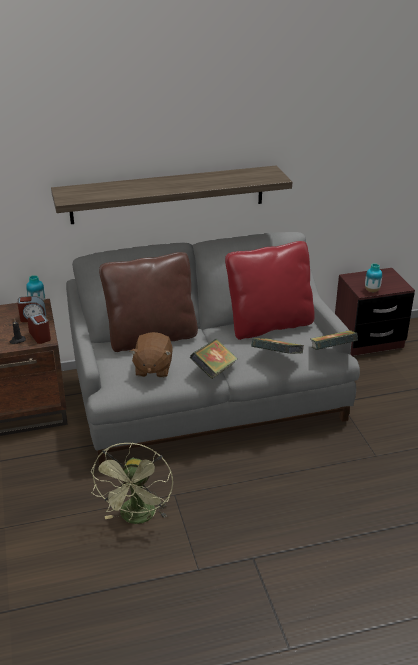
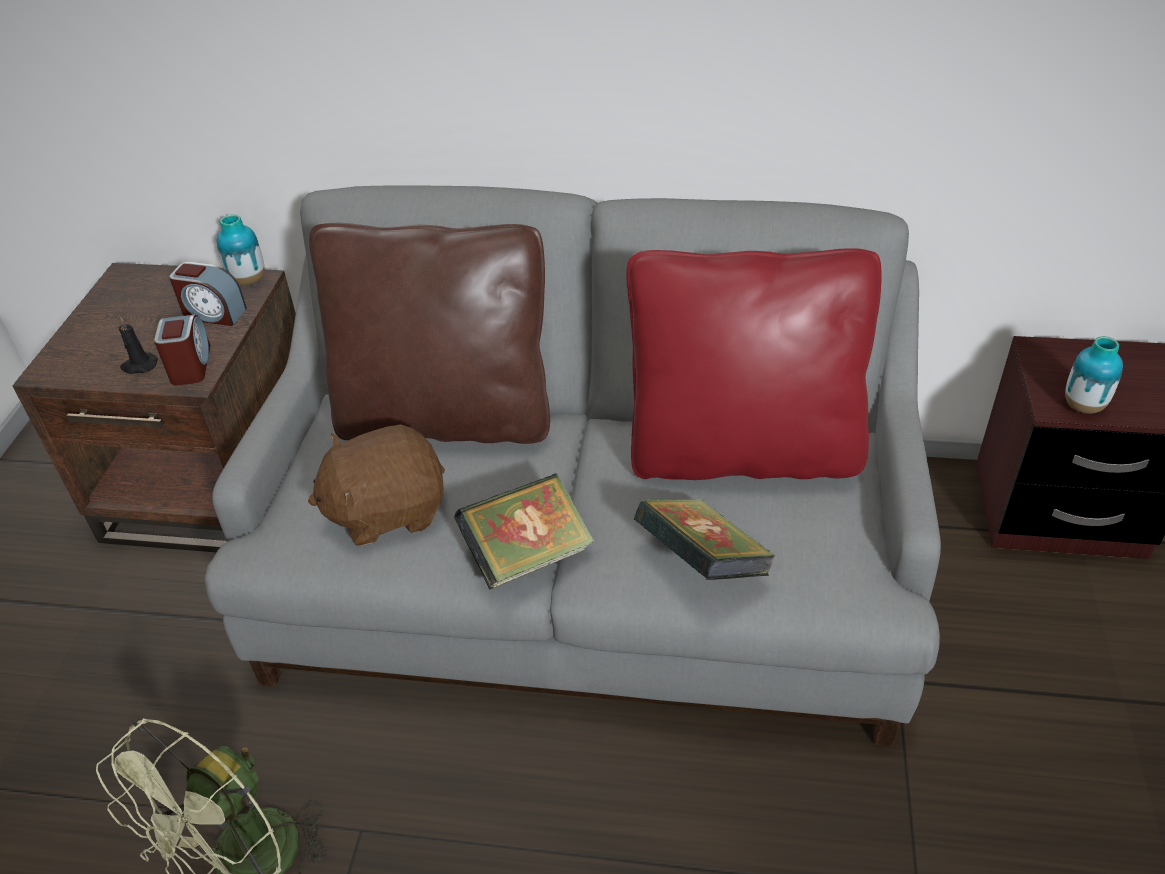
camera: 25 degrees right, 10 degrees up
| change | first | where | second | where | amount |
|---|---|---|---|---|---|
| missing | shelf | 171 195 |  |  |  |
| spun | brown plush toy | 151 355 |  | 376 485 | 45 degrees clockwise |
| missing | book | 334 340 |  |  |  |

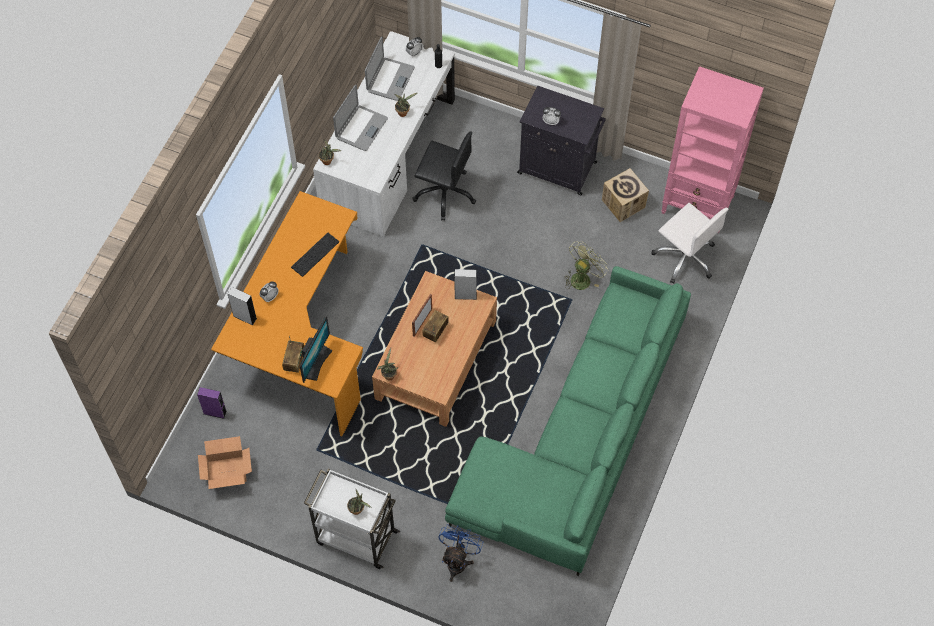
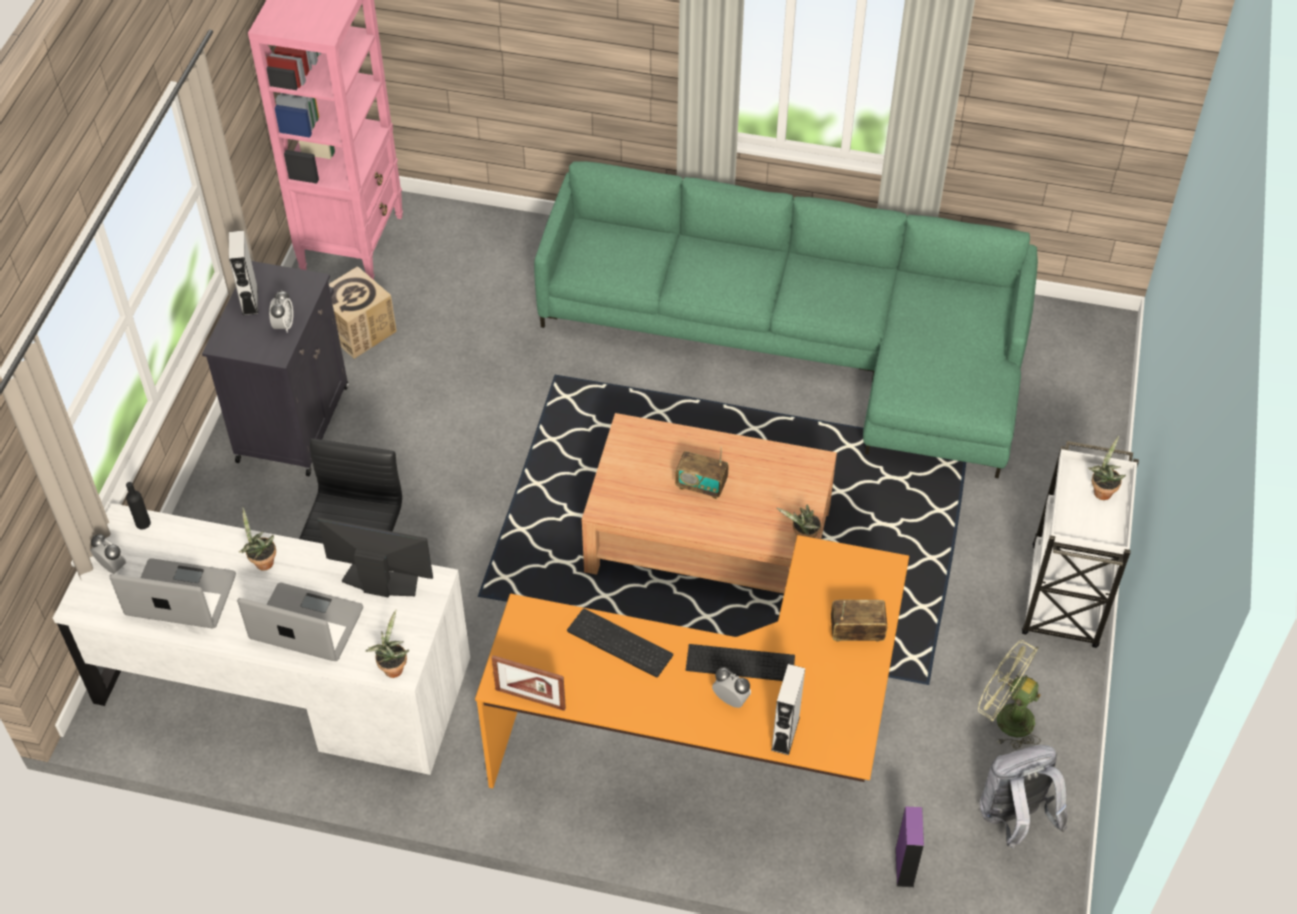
camera: 100 degrees left, 10 degrees down
| change | first | where | second | where | amount |
|---|---|---|---|---|---|
| exchanged | cardboard box | 225 462 | grey backpack | 1023 797 |  |
| relocated | monitor | 316 350 |  | 375 557 |  |
| relocated | picture frame | 422 315 |  | 529 683 |  |
| missing | blue fan | 460 553 |  |  |  |
| relocated | grey speaker | 465 284 |  | 243 273 |  |
| relocated | green fan | 586 265 |  | 1009 694 |  |
| missing | white office chair | 689 243 |  |  |  |
| appeared |  |  | keyboard | 740 662 |  |

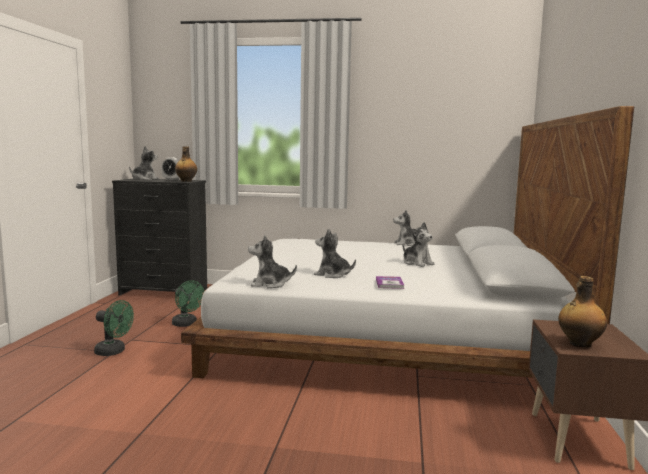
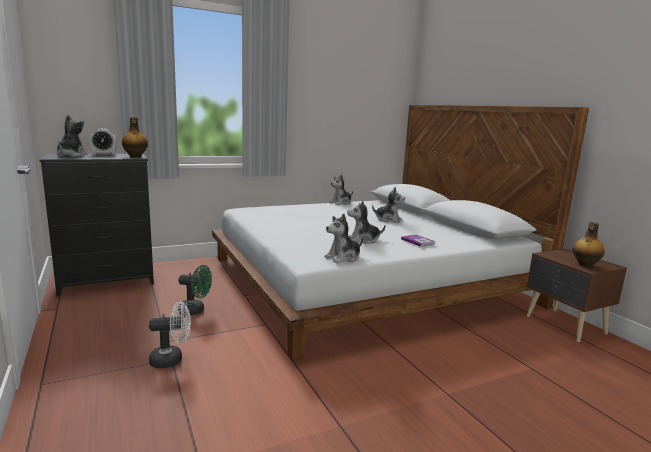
camera: 35 degrees left, 5 degrees up
| change | first | where | second | where | amount |
|---|---|---|---|---|---|
| colour | green fan | 114 328 | white fan | 170 335 |  |

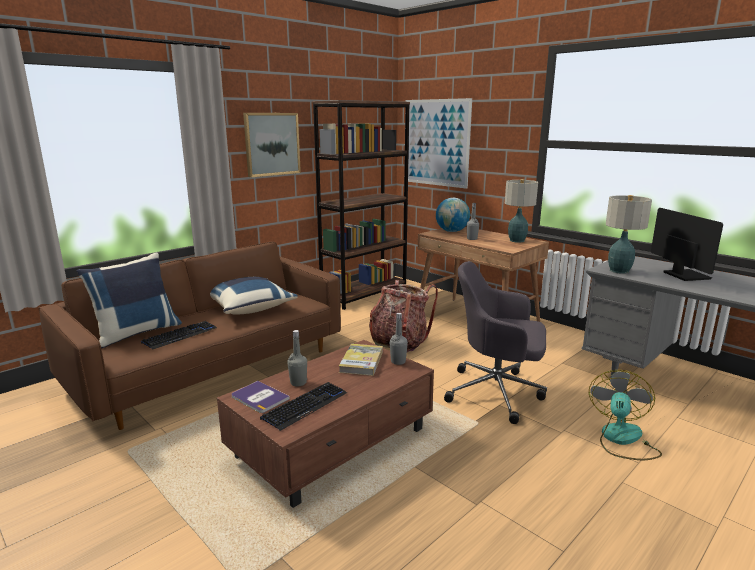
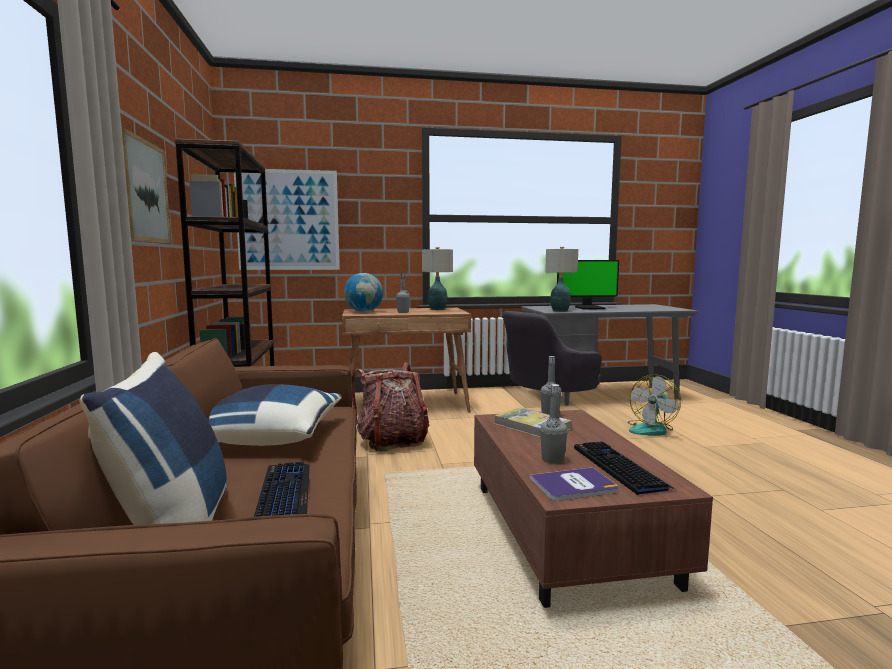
camera: 55 degrees left, 10 degrees down
| change | first | where | second | where | amount |
|---|---|---|---|---|---|
| spun | fan | 625 415 |  | 654 405 | 105 degrees counterclockwise |
| spun | monitor | 687 244 |  | 588 285 | 150 degrees clockwise |

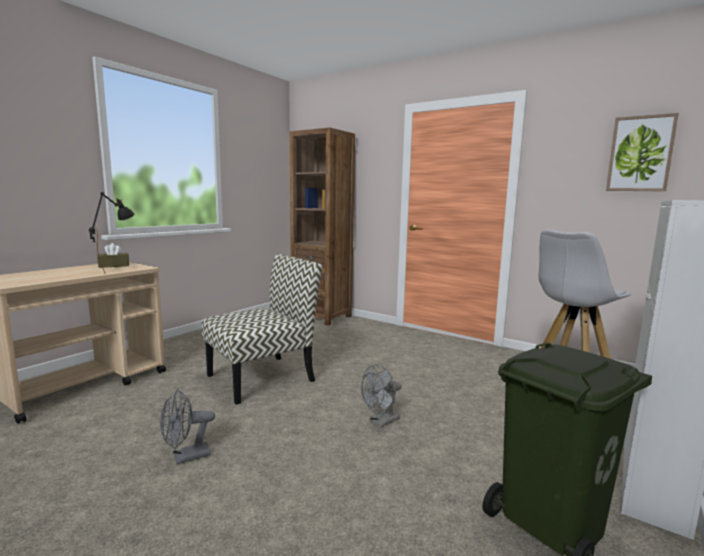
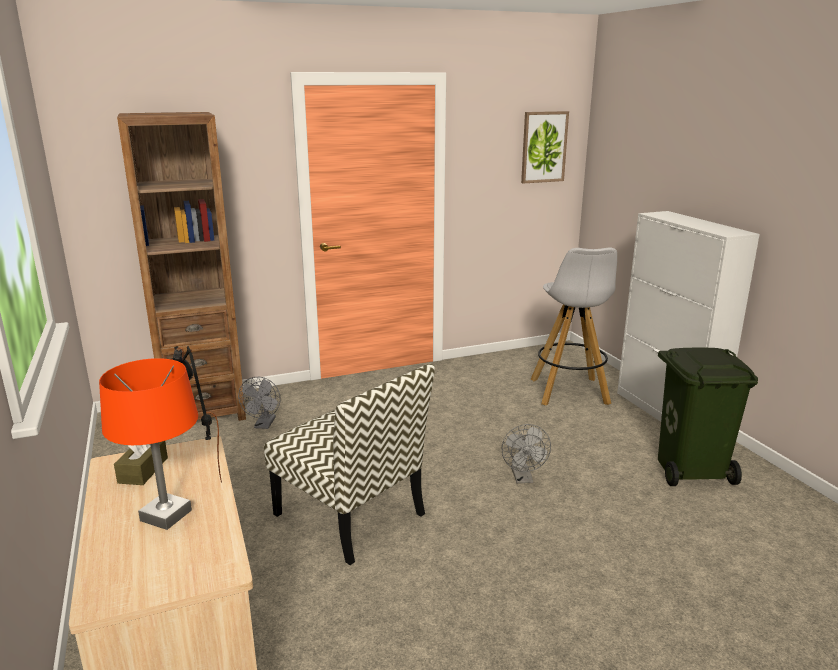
camera: 55 degrees left, 10 degrees up
| change | first | where | second | where | amount |
|---|---|---|---|---|---|
| relocated | grey fan | 187 427 |  | 259 403 |  |
| spun | chair | 262 329 |  | 349 464 | 135 degrees clockwise |
| appeared |  |  | orange table lamp | 148 444 |  |

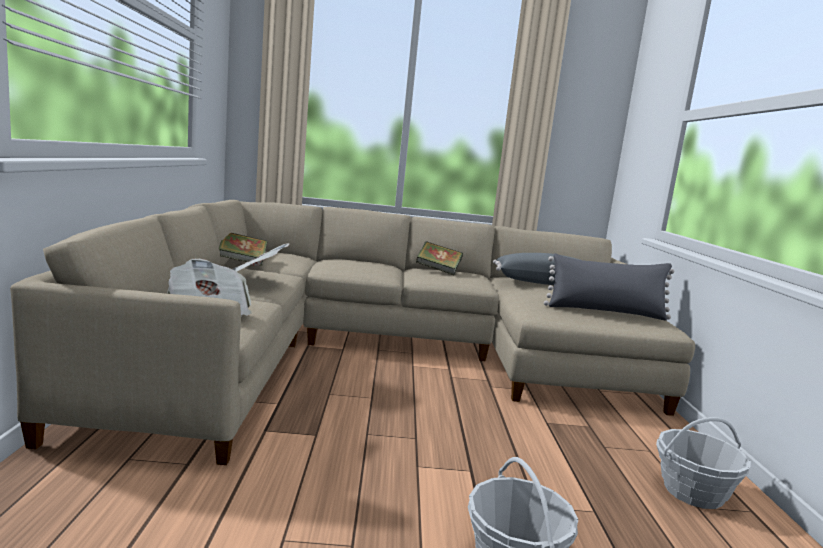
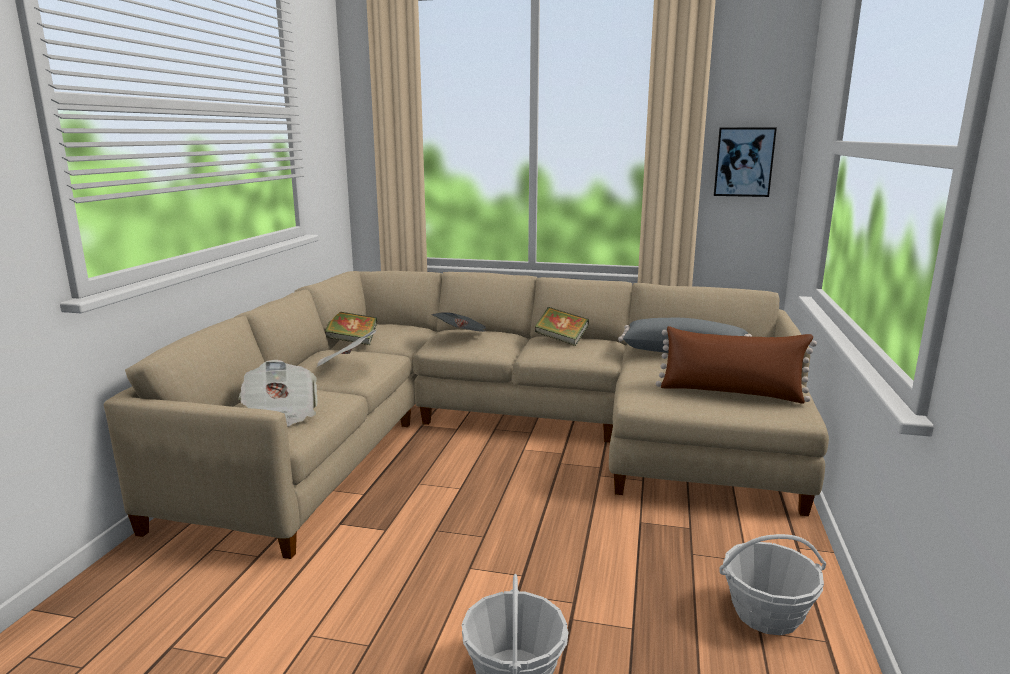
camera: 15 degrees right, 5 degrees up
| change | first | where | second | where | amount |
|---|---|---|---|---|---|
| colour | grey pillow | 609 287 | brown pillow | 736 365 |  |
| appeared |  |  | newspaper | 458 322 |  |
| appeared |  |  | picture | 745 162 |  |

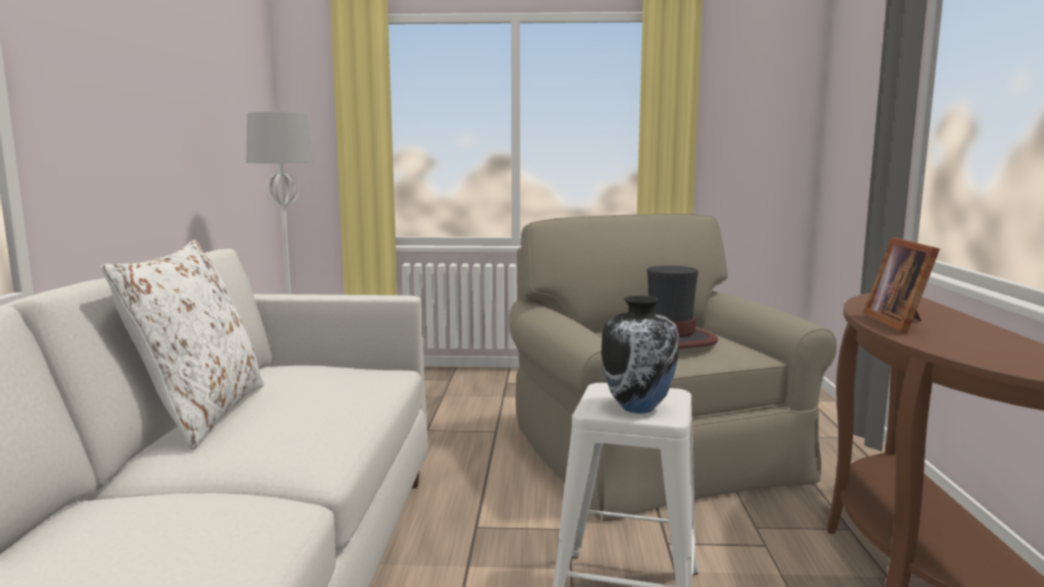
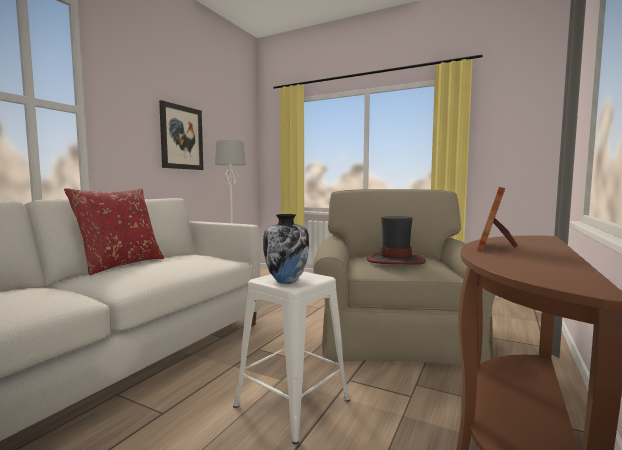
camera: 25 degrees right, 5 degrees down
| change | first | where | second | where | amount |
|---|---|---|---|---|---|
| colour | white pillow | 182 345 | red pillow | 114 231 |  |
| appeared |  |  | picture | 181 135 |  |

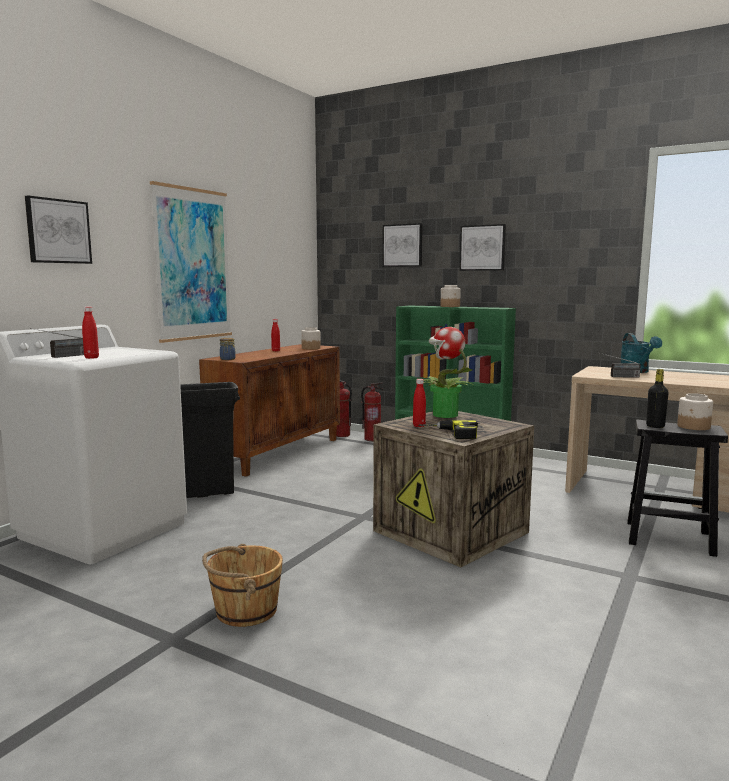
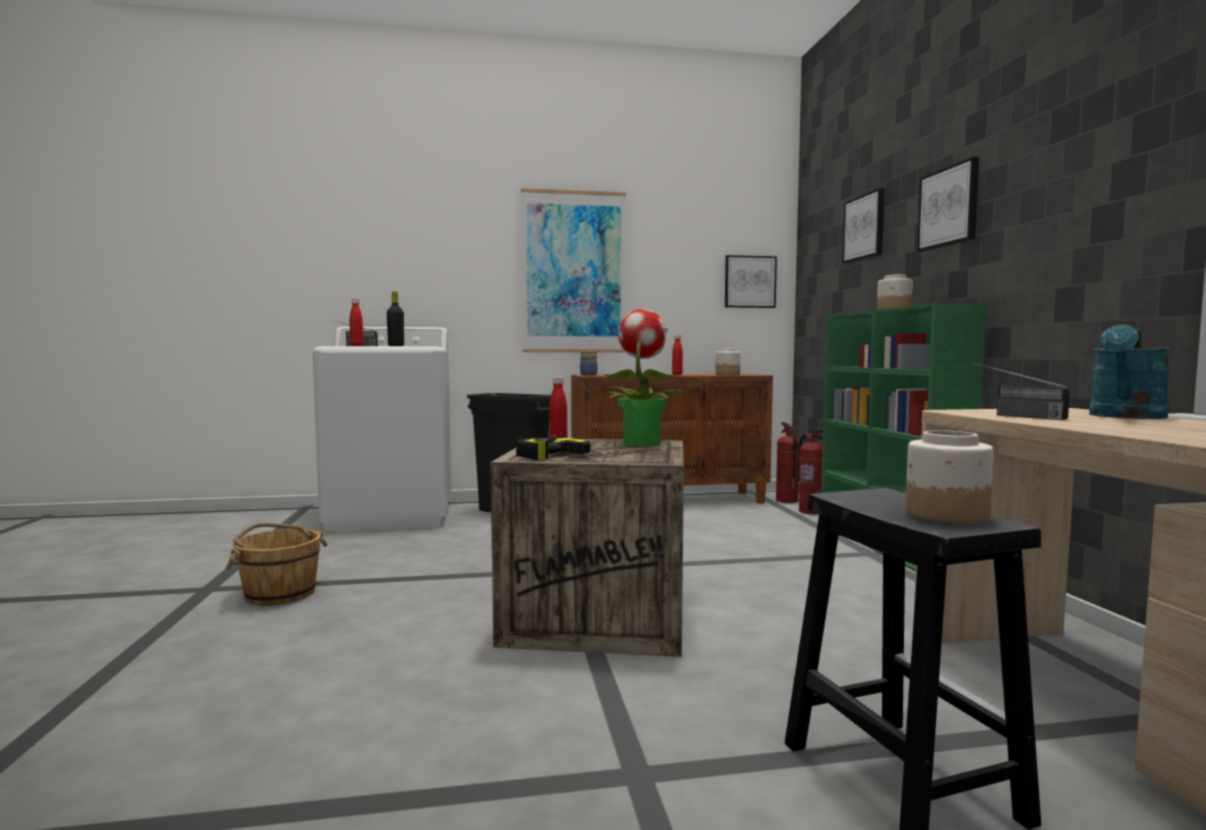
camera: 50 degrees right, 5 degrees down
| change | first | where | second | where | amount |
|---|---|---|---|---|---|
| relocated | picture | 58 229 |  | 751 281 |  |
| relocated | black bottle | 657 398 |  | 395 318 |  |

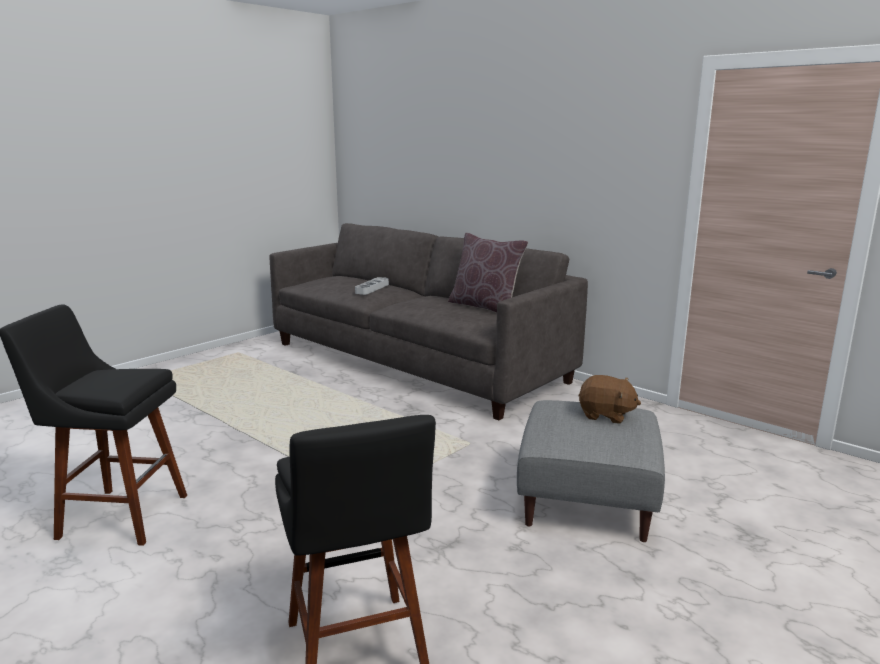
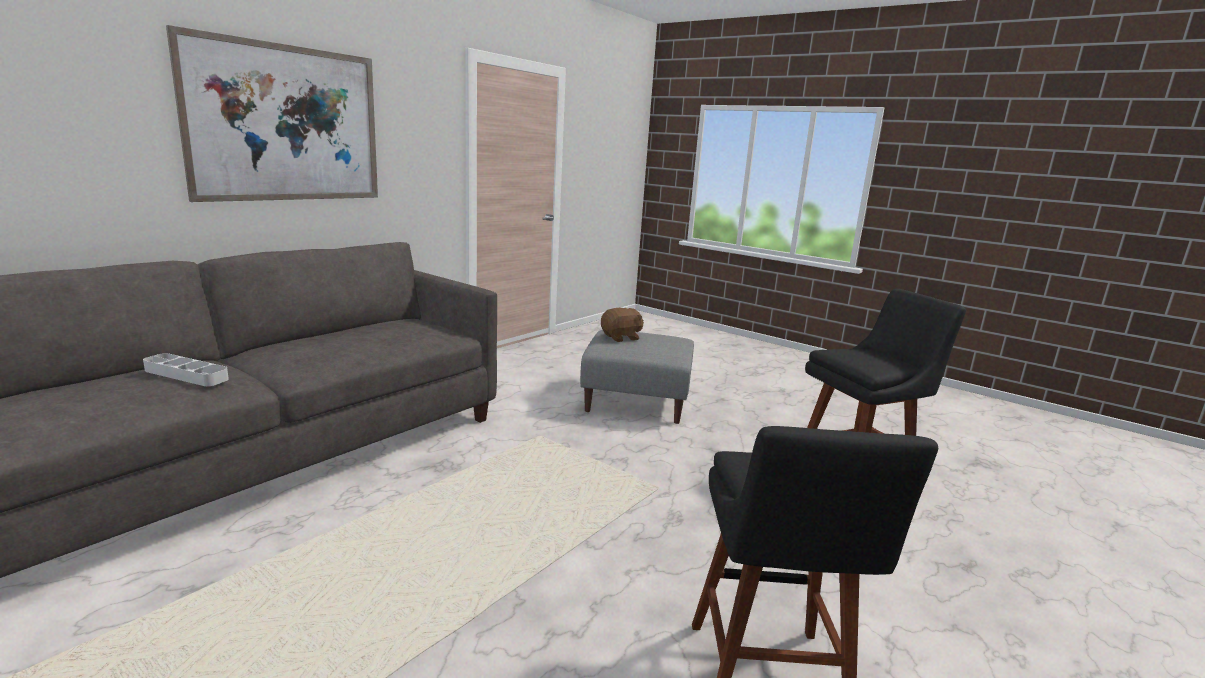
camera: 95 degrees left, 0 degrees up
| change | first | where | second | where | amount |
|---|---|---|---|---|---|
| missing | brown pillow | 488 273 |  |  |  |
| spun | brown plush toy | 609 399 |  | 622 325 | 45 degrees clockwise |
| appeared |  |  | picture | 272 113 |  |

